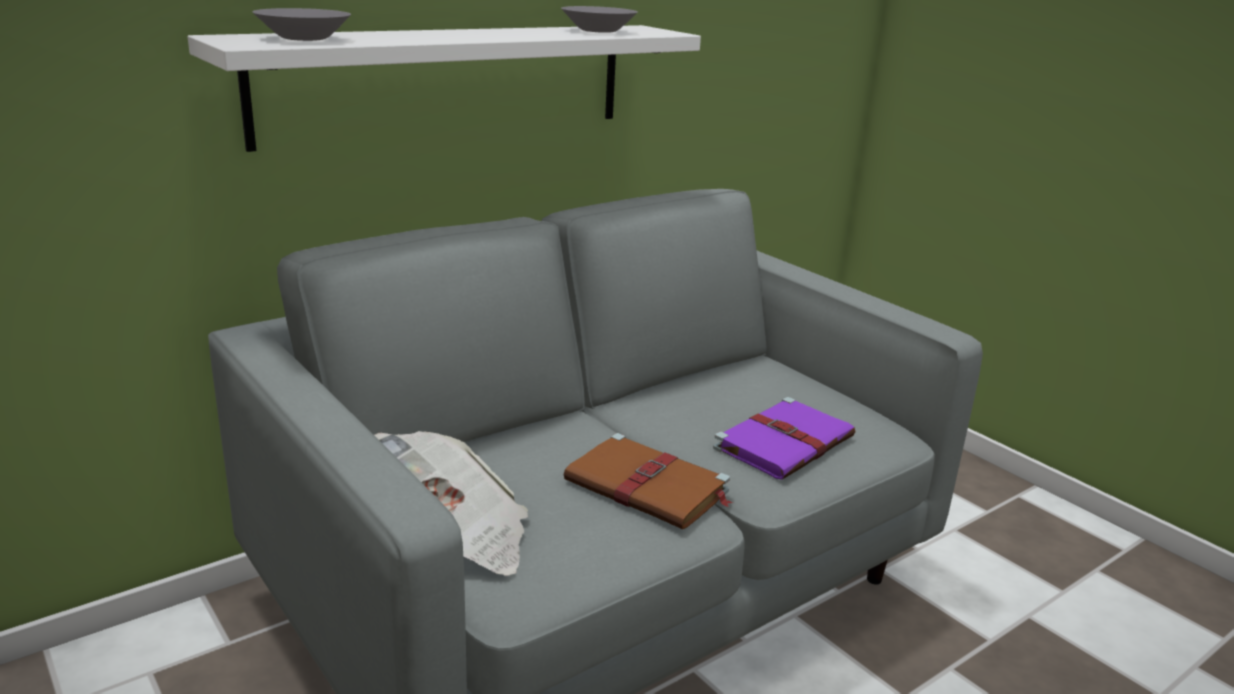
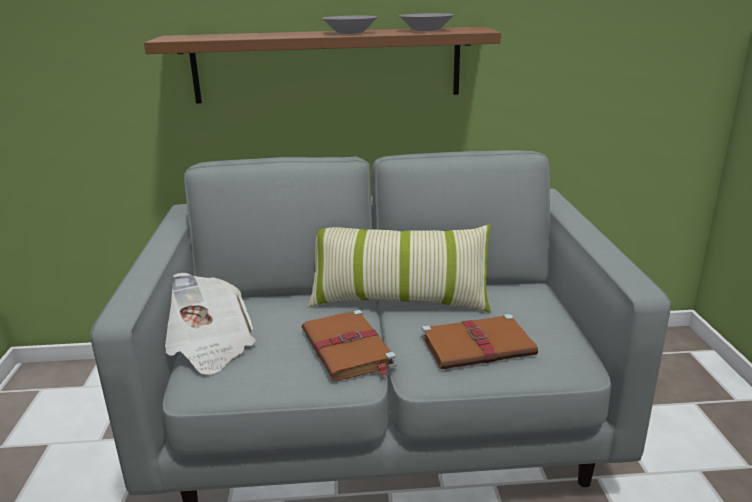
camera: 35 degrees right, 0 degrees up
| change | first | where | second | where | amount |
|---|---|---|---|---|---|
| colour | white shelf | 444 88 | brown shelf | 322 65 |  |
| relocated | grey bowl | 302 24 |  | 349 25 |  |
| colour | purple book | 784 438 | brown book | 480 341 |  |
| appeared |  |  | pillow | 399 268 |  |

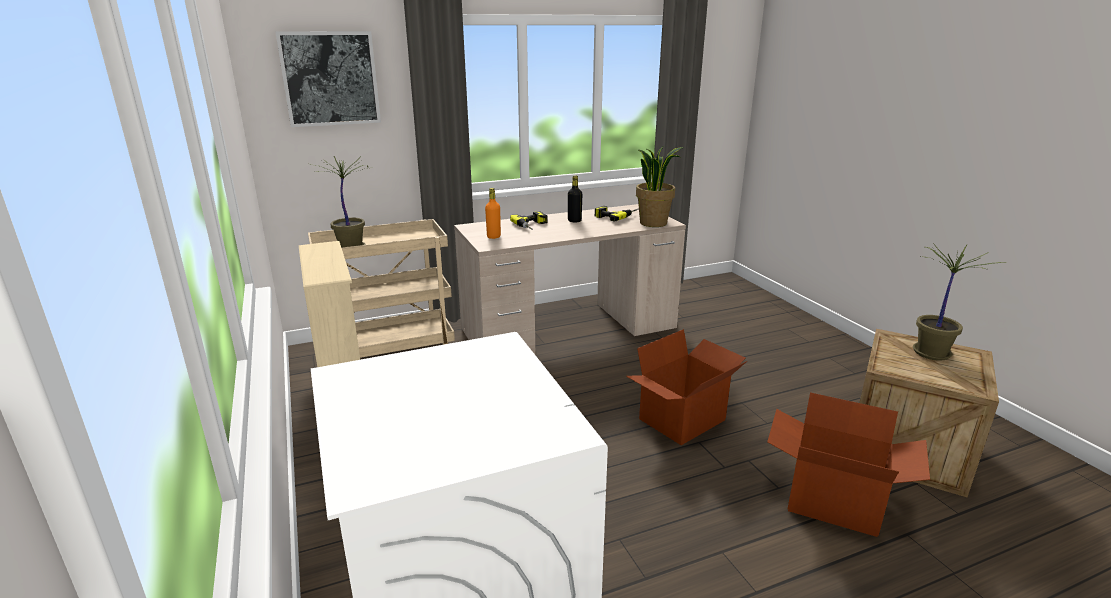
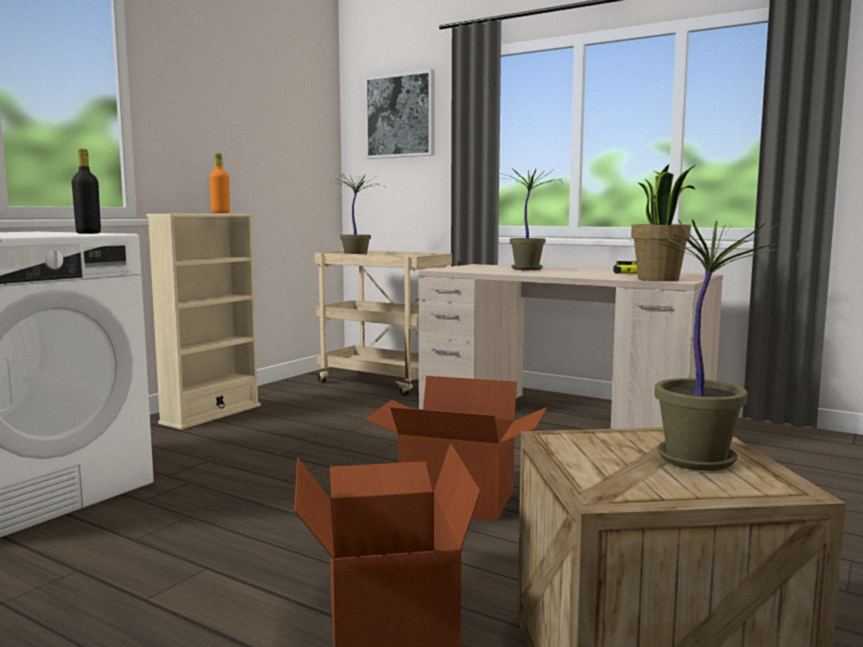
camera: 55 degrees right, 15 degrees down
| change | first | where | second | where | amount |
|---|---|---|---|---|---|
| relocated | orange bottle | 493 213 |  | 219 183 |  |
| exchanged | power drill | 529 220 | potted plant | 532 219 |  |
| relocated | black bottle | 575 198 |  | 86 191 |  |

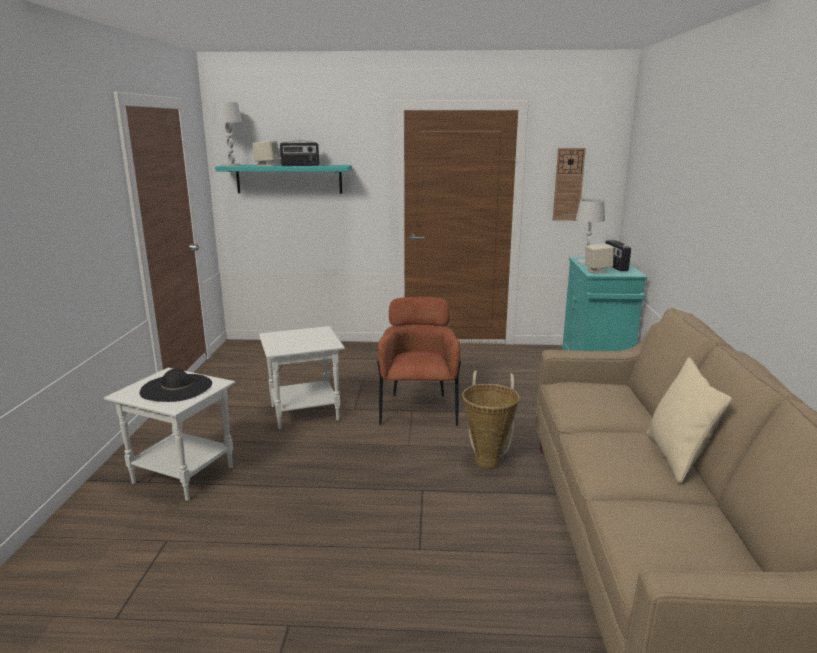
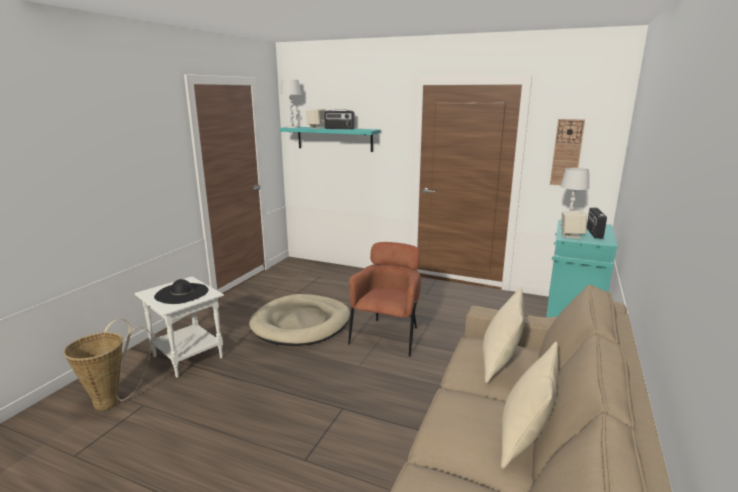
camera: 20 degrees right, 0 degrees up
| change | first | where | second | where | amount |
|---|---|---|---|---|---|
| exchanged | white side table | 302 378 | beige dog bed | 299 320 |  |
| relocated | basket | 490 420 |  | 107 364 |  |
| appeared |  |  | beige pillow | 504 334 |  |

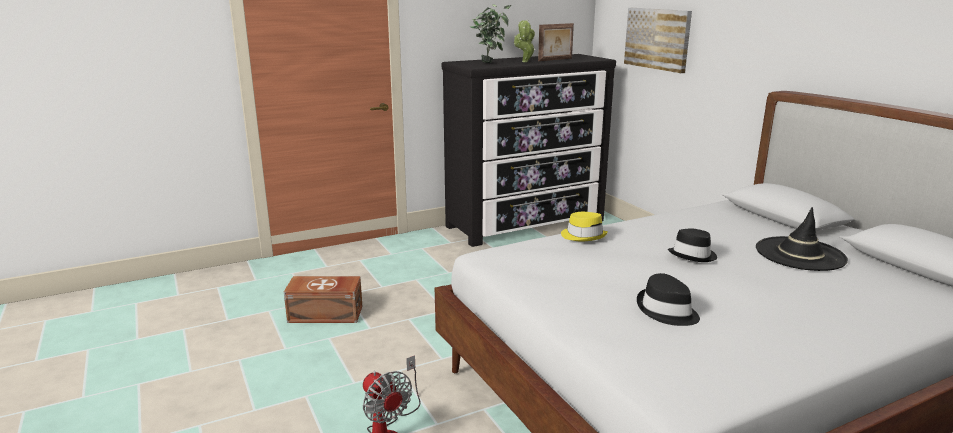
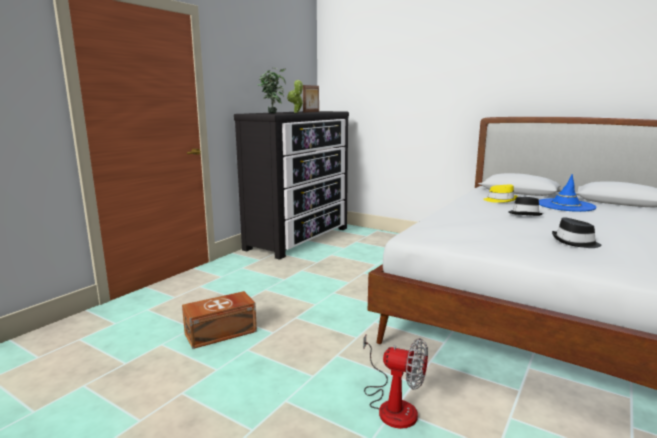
camera: 30 degrees left, 5 degrees down
| change | first | where | second | where | amount |
|---|---|---|---|---|---|
| relocated | yellow hat | 584 227 |  | 500 194 |  |
| missing | picture | 658 40 |  |  |  |
| colour | black hat | 802 239 | blue hat | 568 193 |  |

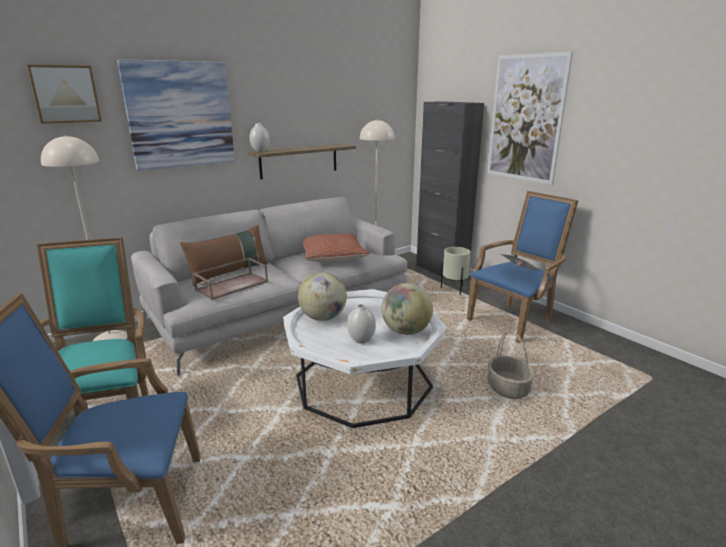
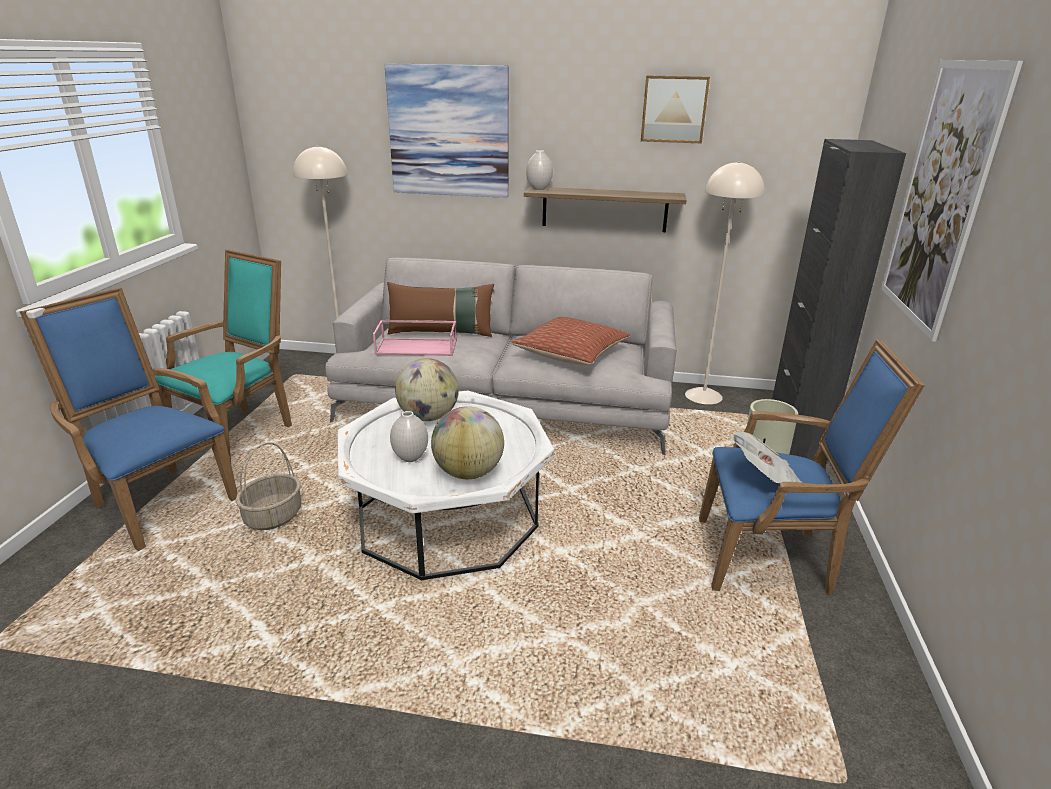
camera: 45 degrees right, 5 degrees up
| change | first | where | second | where | amount |
|---|---|---|---|---|---|
| relocated | picture | 64 94 |  | 675 109 |  |
| colour | brown tray | 230 279 | pink tray | 415 338 |  |
| relocated | basket | 511 364 |  | 268 486 |  |

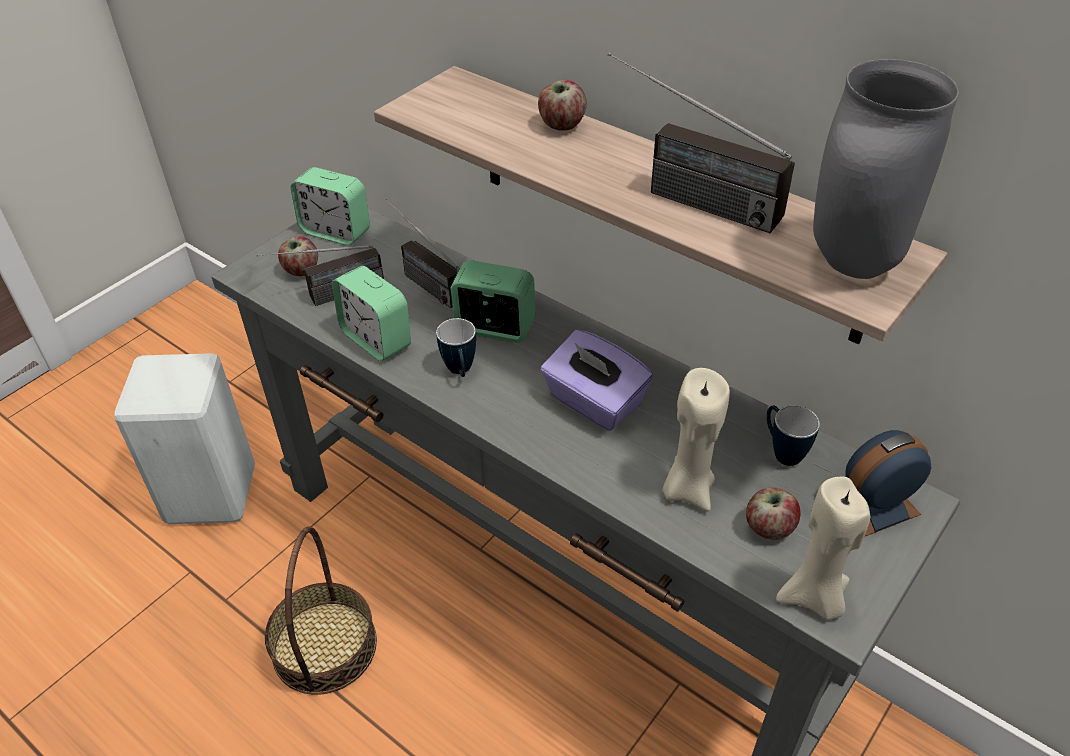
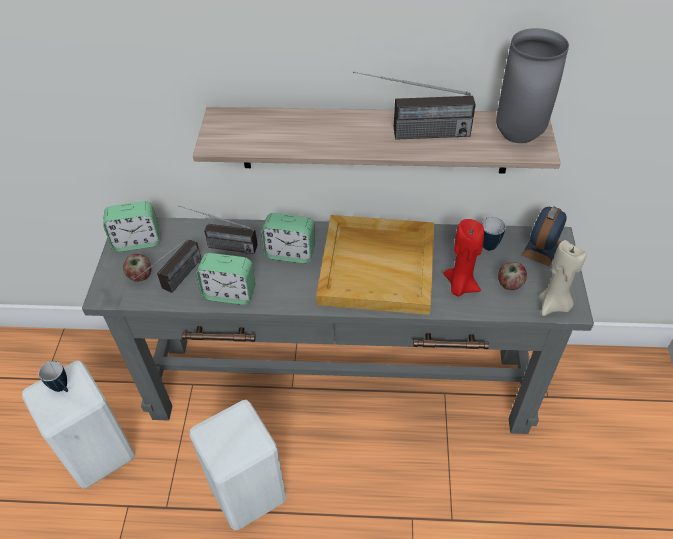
camera: 35 degrees left, 5 degrees up
| change | first | where | second | where | amount |
|---|---|---|---|---|---|
| exchanged | basket | 321 610 | white stool | 238 465 |  |
| relocated | mug | 456 347 |  | 53 376 |  |
| spun | alarm clock | 493 301 |  | 288 238 | 150 degrees counterclockwise |
| missing | apple | 562 105 |  |  |  |
| exchanged | purple tissue box | 596 380 | beige tray | 375 265 |  |
| colour | beige candle | 696 439 | red candle | 463 258 |  |

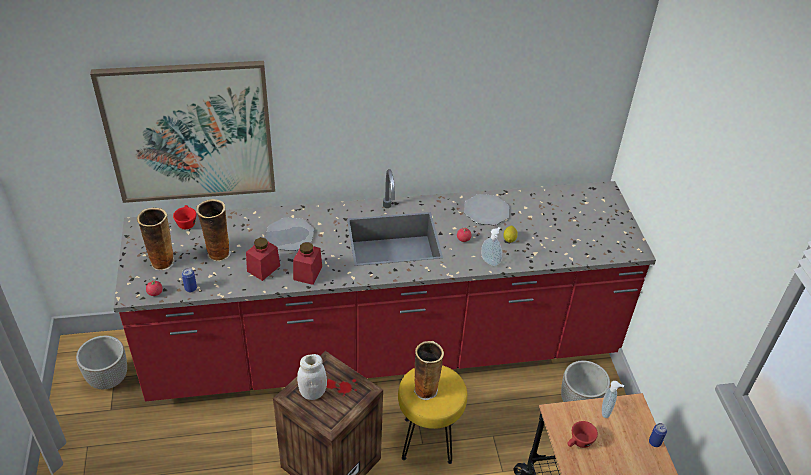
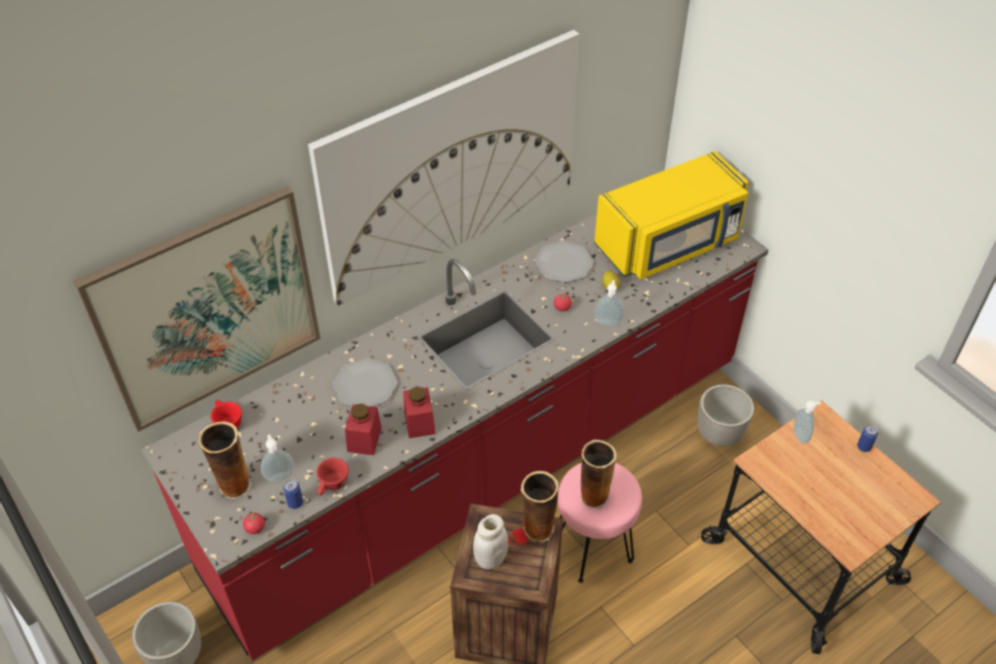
camera: 25 degrees left, 5 degrees up
| change | first | where | second | where | amount |
|---|---|---|---|---|---|
| relocated | vase | 213 230 |  | 540 506 |  |
| colour | yellow stool | 432 414 | pink stool | 600 523 |  |
| relocated | red cup | 583 434 |  | 332 476 |  |
| appeared |  |  | soap dispenser | 277 458 |  |
| appeared |  |  | picture | 444 168 |  |
| appeared |  |  | yellow microwave | 671 215 |  |

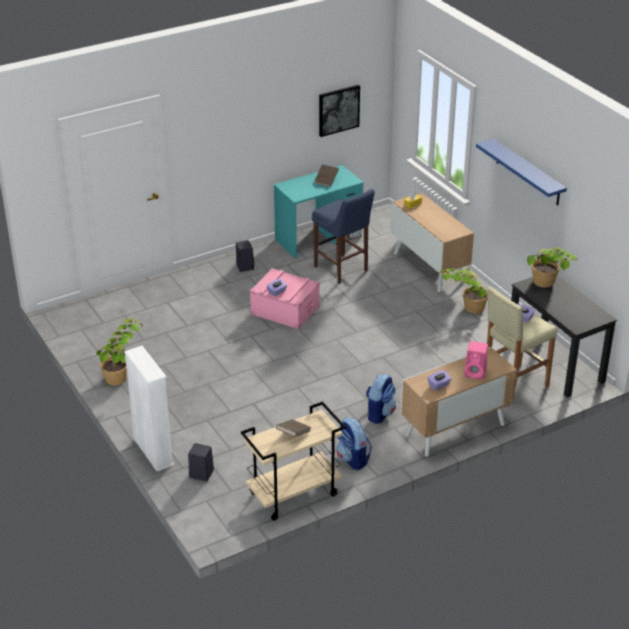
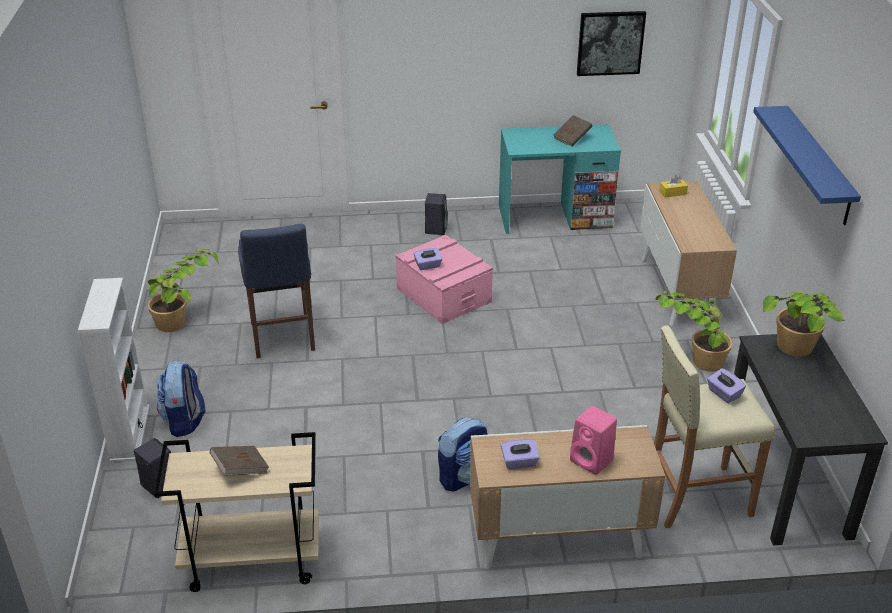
camera: 25 degrees right, 0 degrees up
| change | first | where | second | where | amount |
|---|---|---|---|---|---|
| relocated | blue stool | 343 236 |  | 276 291 |  |
| relocated | backpack | 354 443 |  | 181 398 |  |

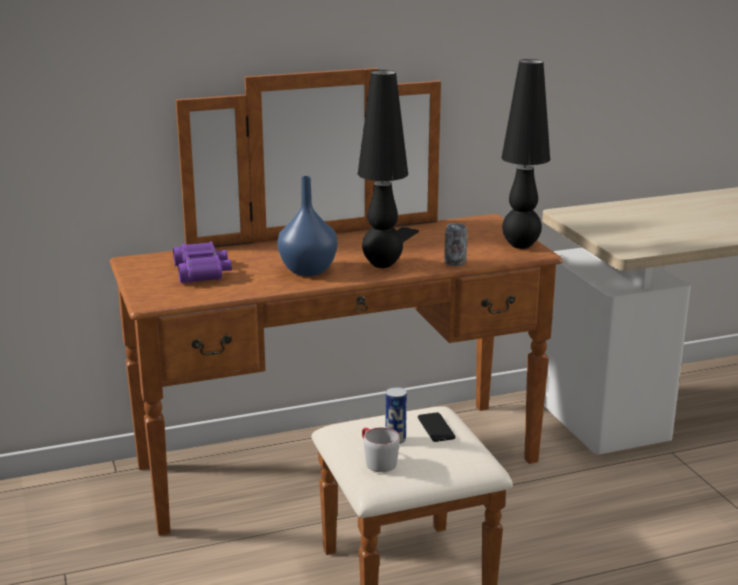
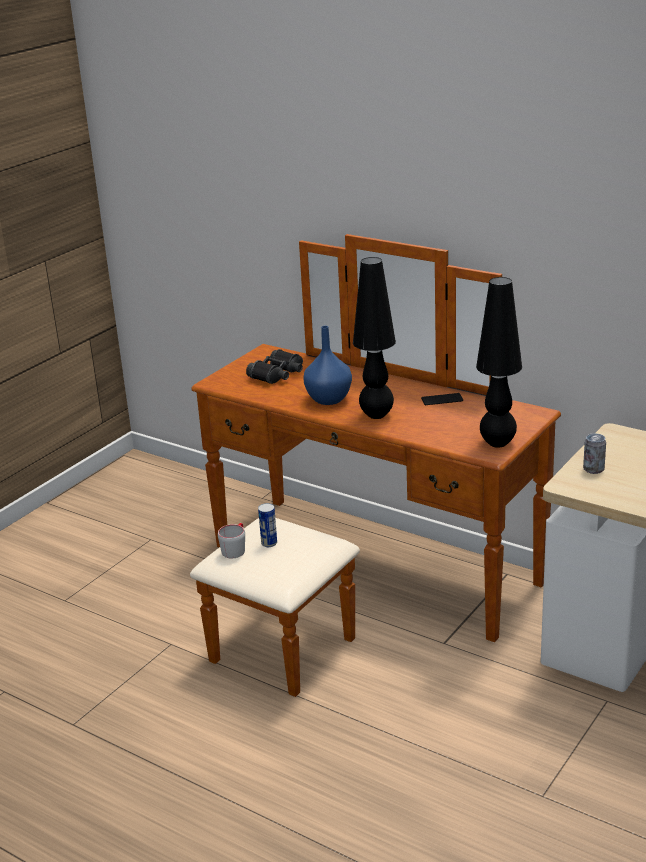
camera: 55 degrees right, 5 degrees up
| change | first | where | second | where | amount |
|---|---|---|---|---|---|
| colour | purple binoculars | 202 262 | black binoculars | 274 366 |  |
| missing | phone | 437 427 |  |  |  |
| relocated | can | 456 244 |  | 594 453 |  |

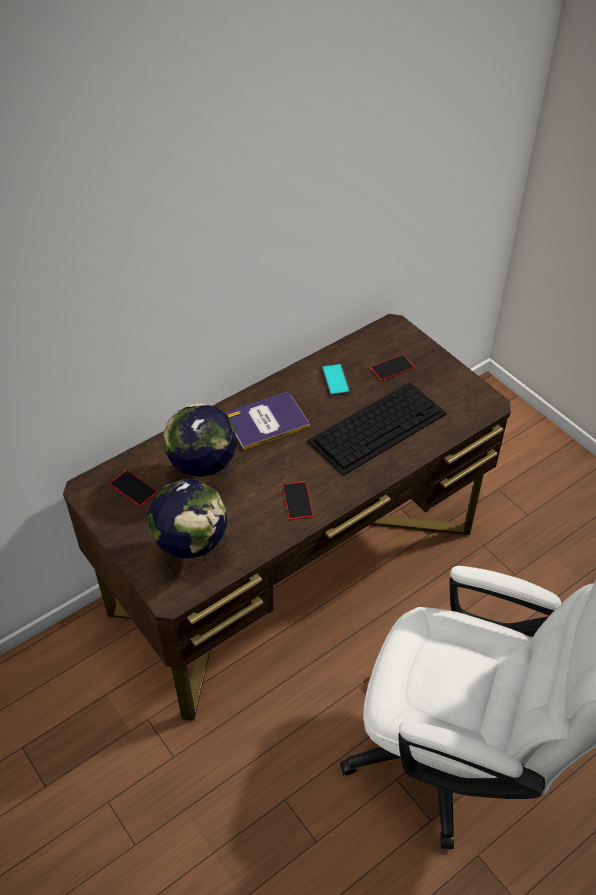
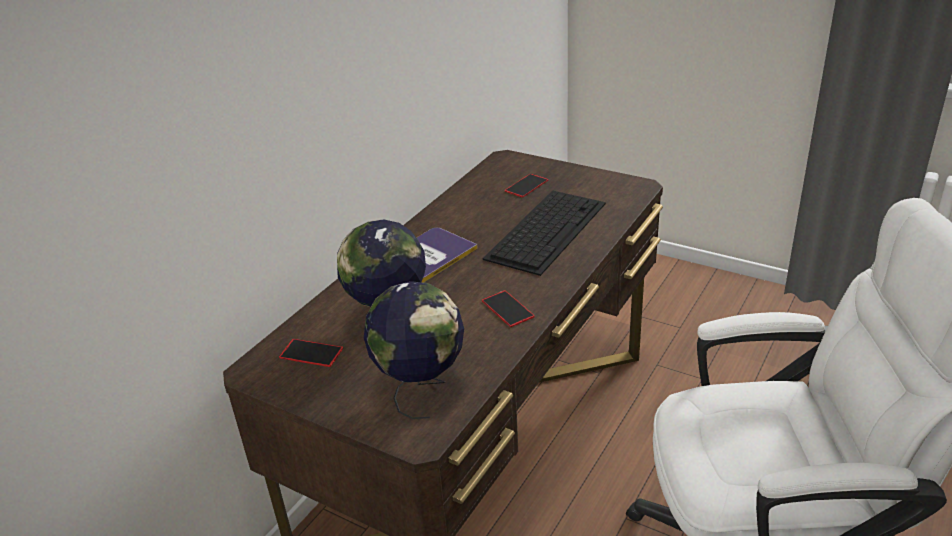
camera: 20 degrees left, 15 degrees down
| change | first | where | second | where | amount |
|---|---|---|---|---|---|
| missing | phone | 336 380 |  |  |  |

